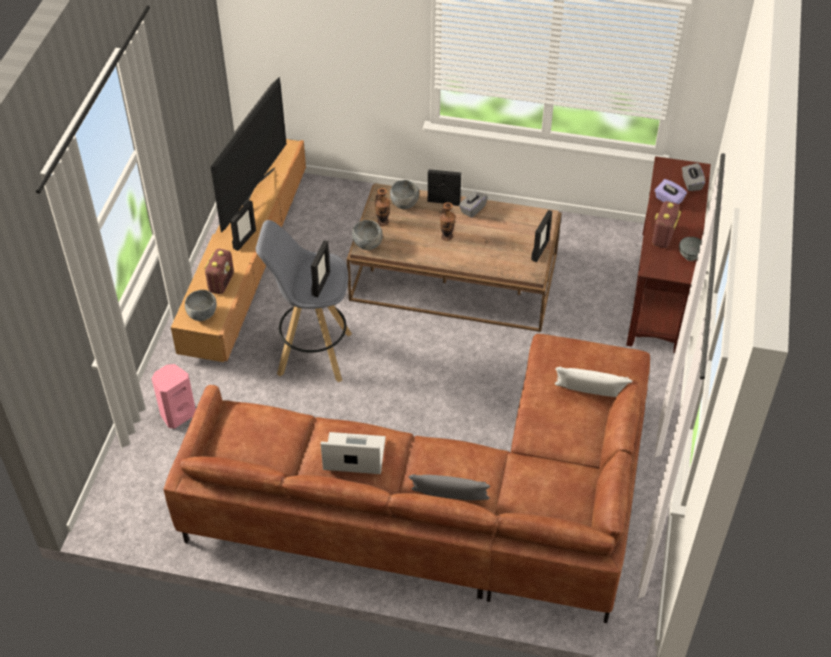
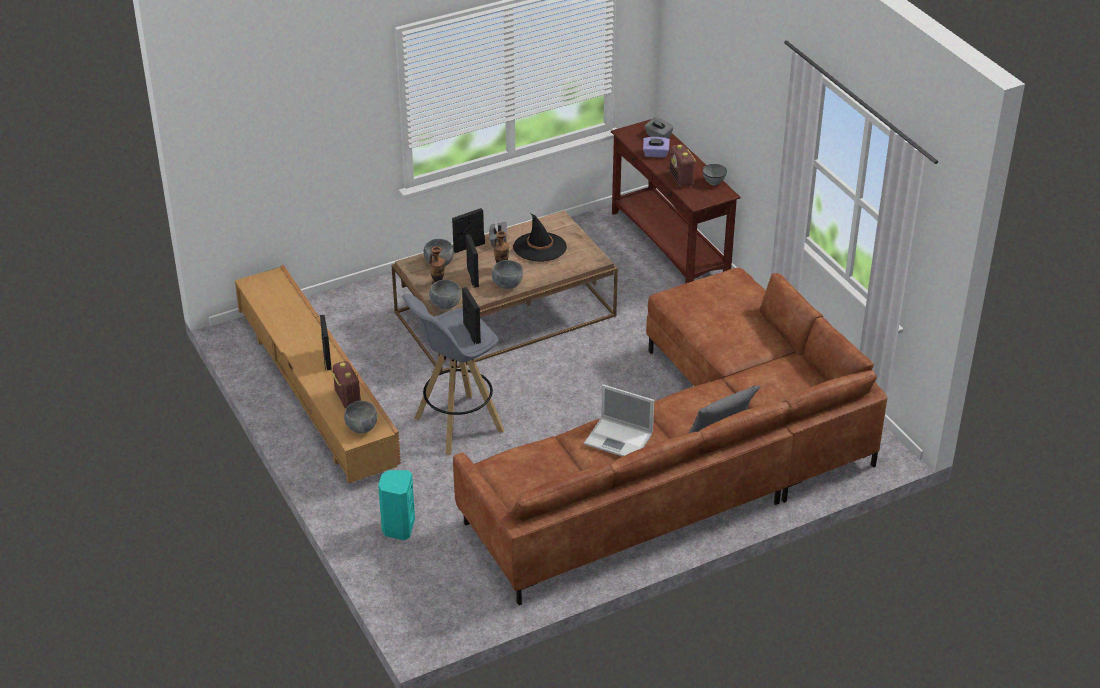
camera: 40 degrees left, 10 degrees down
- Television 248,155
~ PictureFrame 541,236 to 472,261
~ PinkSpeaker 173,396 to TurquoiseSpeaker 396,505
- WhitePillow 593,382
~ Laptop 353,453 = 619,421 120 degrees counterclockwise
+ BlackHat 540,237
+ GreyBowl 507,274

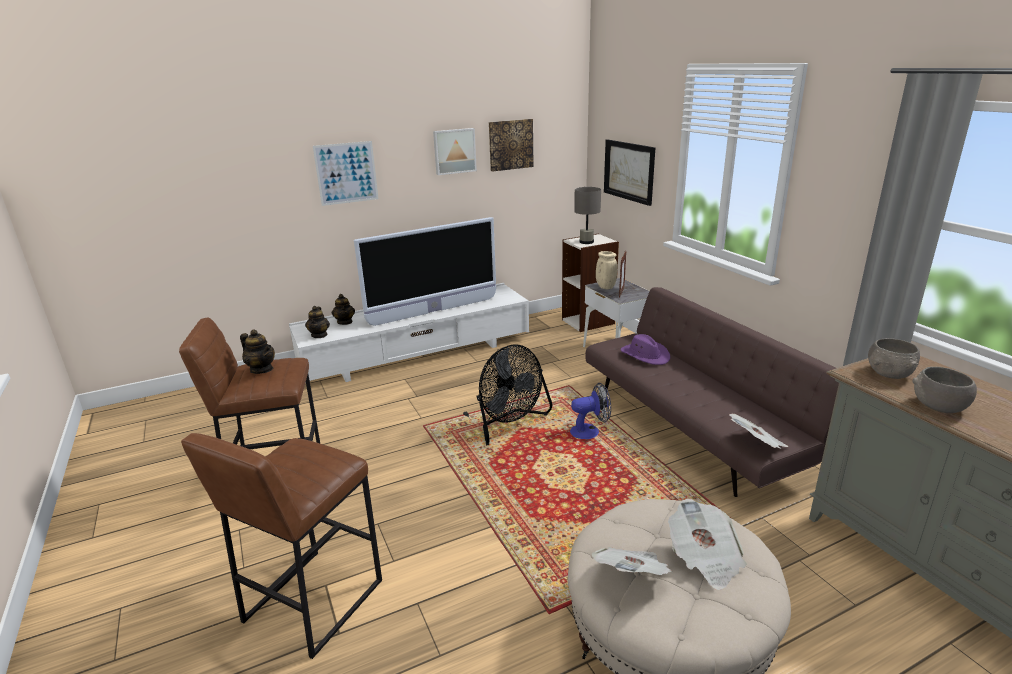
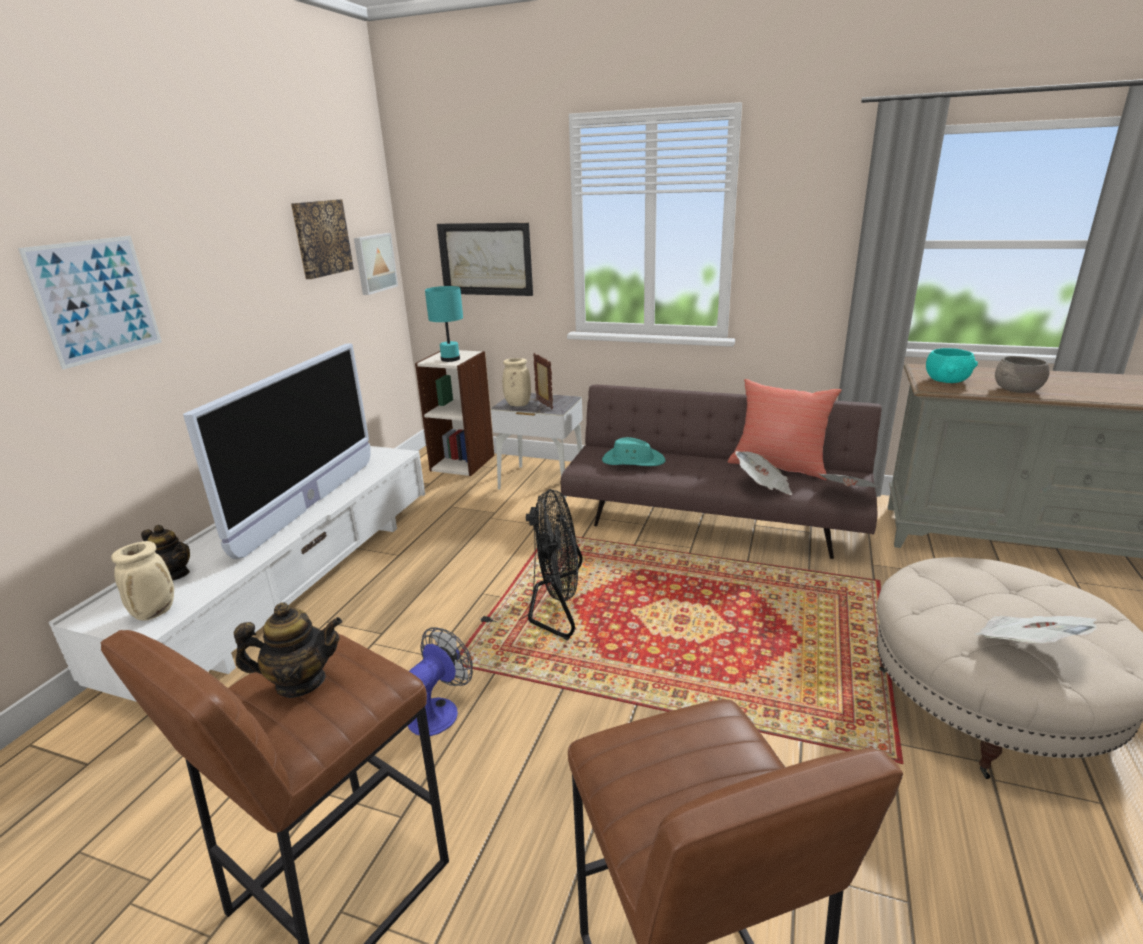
camera: 45 degrees left, 0 degrees up
~ Picture 455,151 to 376,264
~ GreyTableLamp 587,215 to TurquoiseTableLamp 444,324
~ Teapot 317,322 to BeigeVase 142,581
~ PurpleHat 645,349 to TurquoiseHat 634,451
~ GreyBowl 894,358 to TurquoiseBowl 952,365
~ Fan 590,411 to 440,681
~ Newspaper 707,544 to 764,473
+ RedPillow 785,429

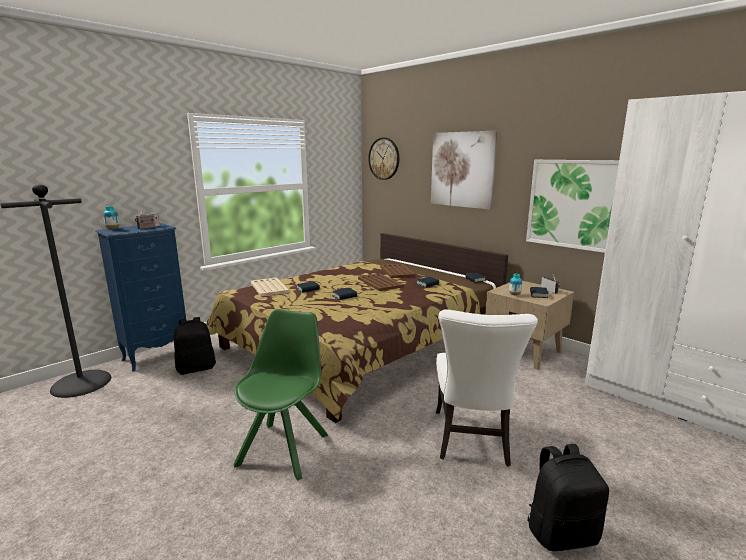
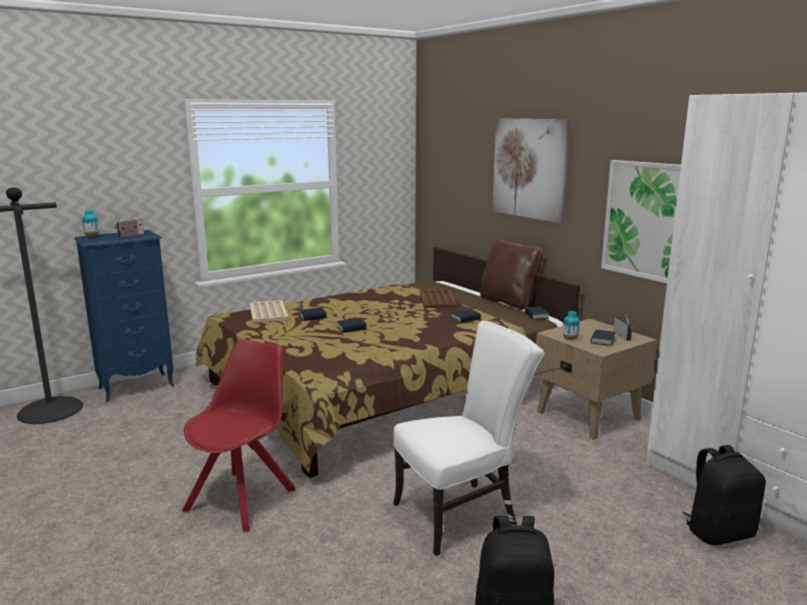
camera: 10 degrees right, 0 degrees up
- WallClock 383,159
- BrownTray 380,282
~ GreenChair 281,395 to RedChair 239,435
~ WhiteChair 487,388 = 469,438 135 degrees counterclockwise
~ BlackBackpack 195,346 to 724,495
+ BrownPillow 511,274

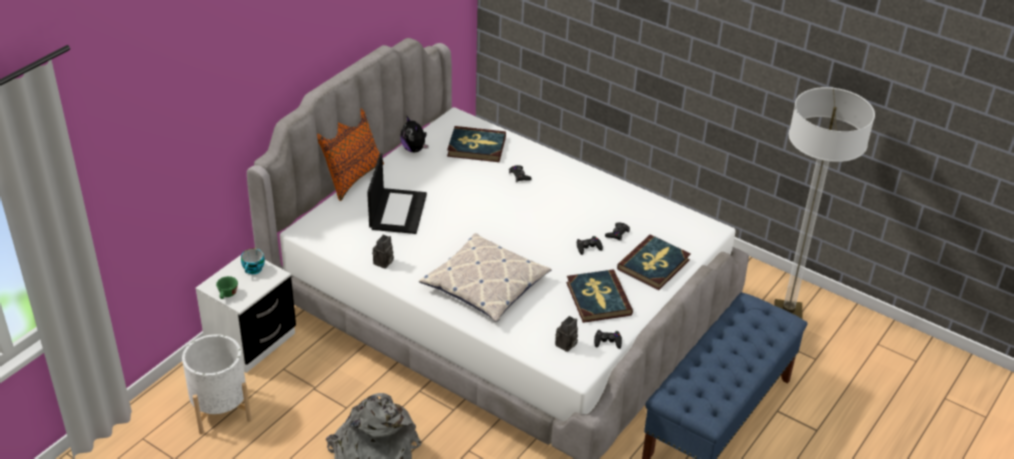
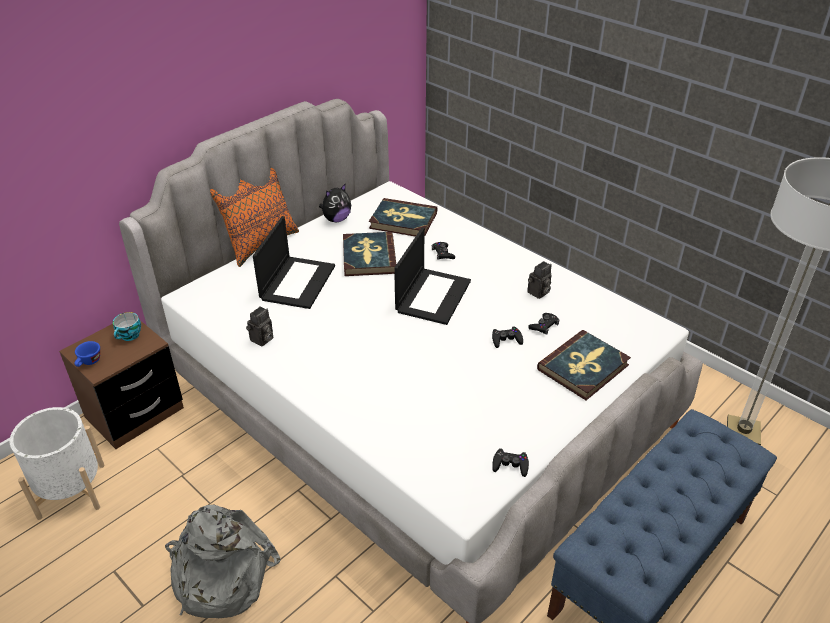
camera: 10 degrees right, 0 degrees up
~ PlushToy 414,133 = 335,203 105 degrees counterclockwise
- Pillow 485,277
~ WhiteNightstand 246,313 to BrownNightstand 121,384
~ Book 599,296 to 369,254
~ GreenCup 227,287 to BlueCup 87,354
~ PhotoCamera 566,334 to 539,280
+ Laptop 432,276

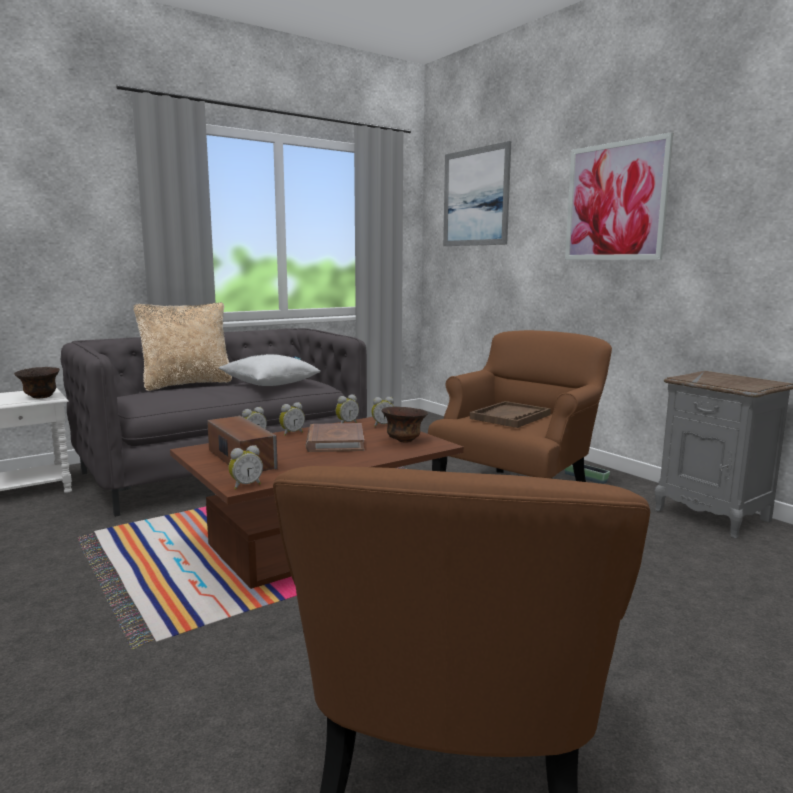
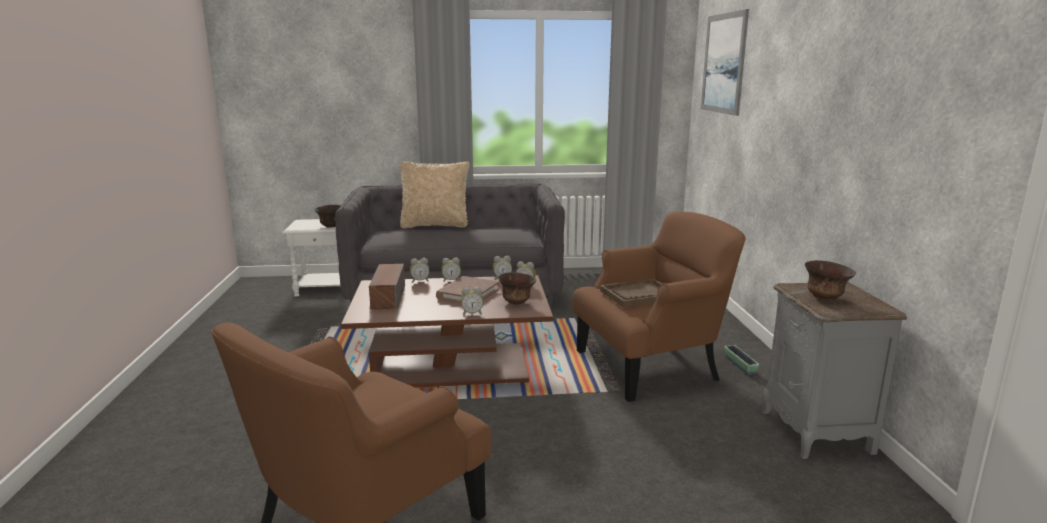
camera: 30 degrees right, 5 degrees up
- Picture 619,196
- GreyPillow 270,370
~ AlarmClock 245,467 to 472,301
+ BrownBowl 830,280

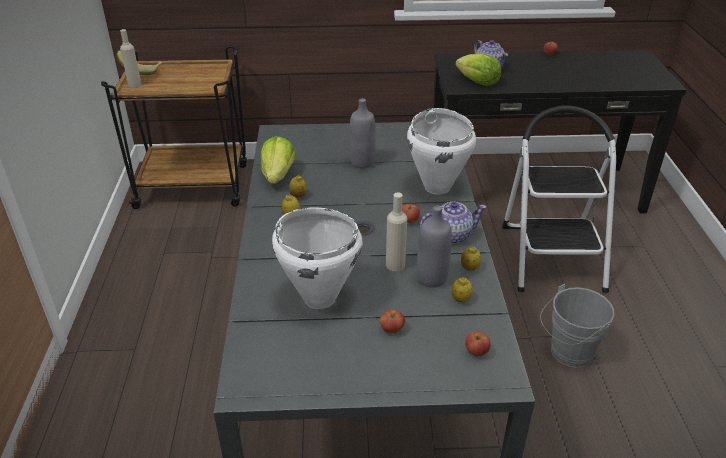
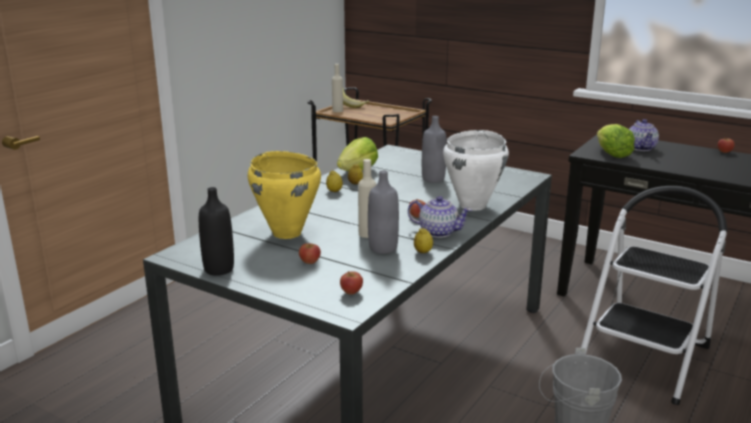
camera: 35 degrees right, 15 degrees down
~ WhiteCookingPot 317,258 to YellowCookingPot 284,195
- Lemon 462,290
+ BlackBottle 216,231

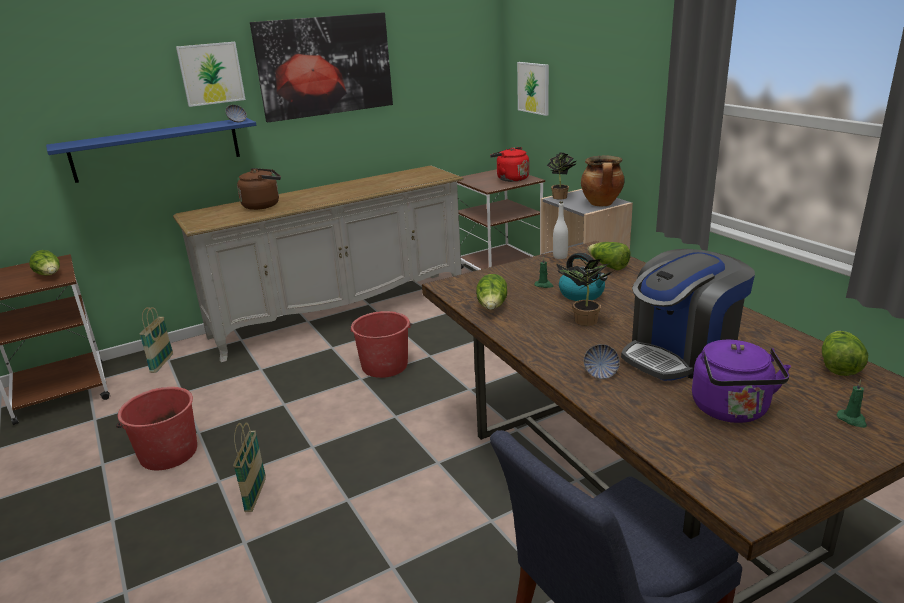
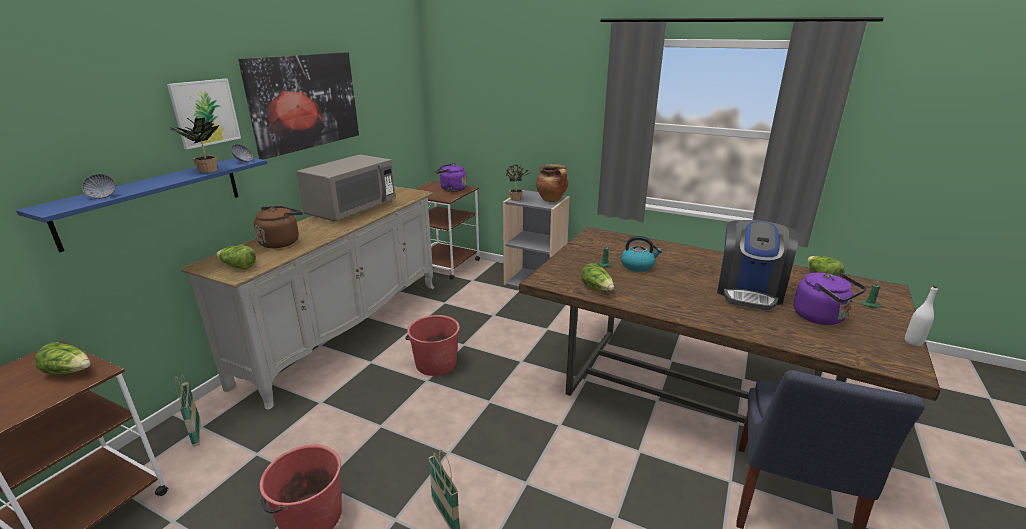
camera: 35 degrees left, 0 degrees up
- Picture 533,89
~ RedKettle 509,164 to PurpleKettle 451,177
~ WhiteBottle 560,230 to 921,315
~ Lettuce 609,256 to 236,257
~ PottedPlant 585,292 to 195,145
~ Bowl 602,361 to 99,186
+ GreyMicrowave 346,187

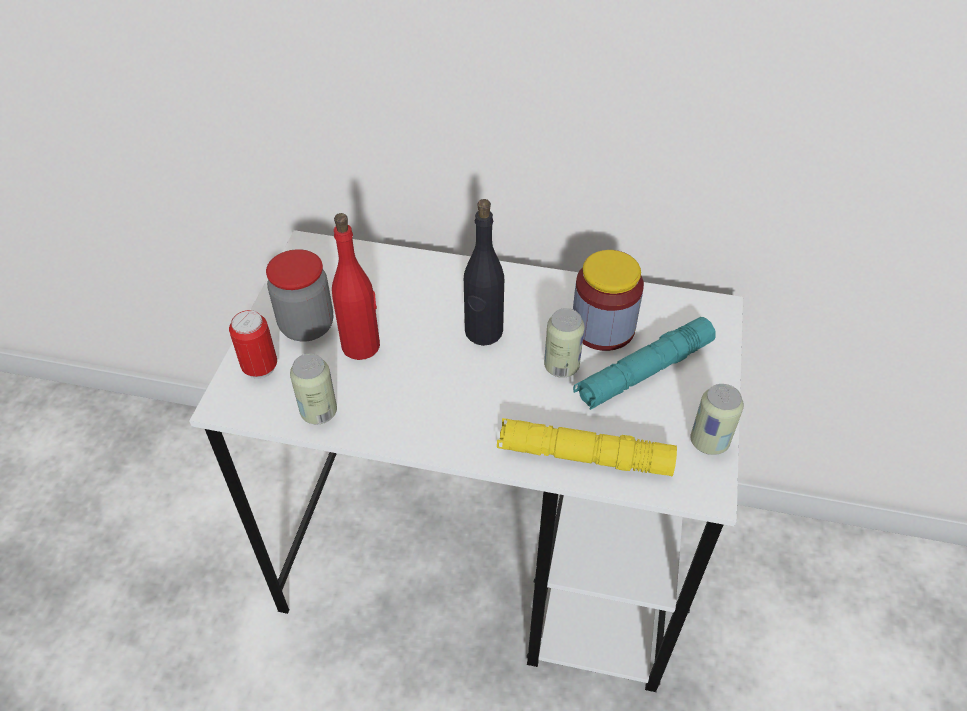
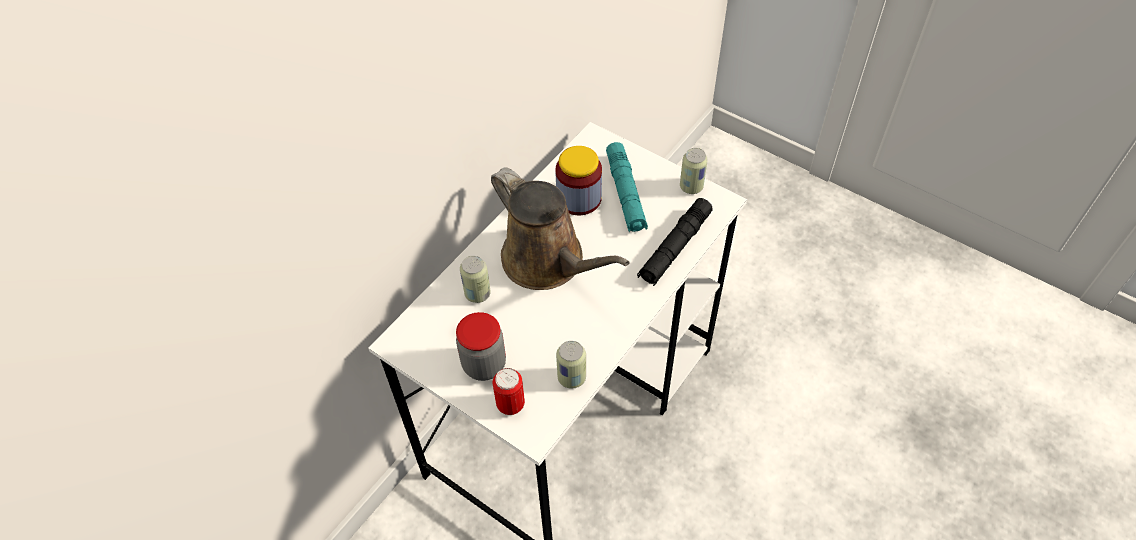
camera: 65 degrees left, 5 degrees up
~ BlackBottle 484,272 to BrownWateringCan 560,228
- RedBottle 356,286
~ Can 564,343 to 475,279
~ YellowFlashlight 587,447 to BlackFlashlight 675,242

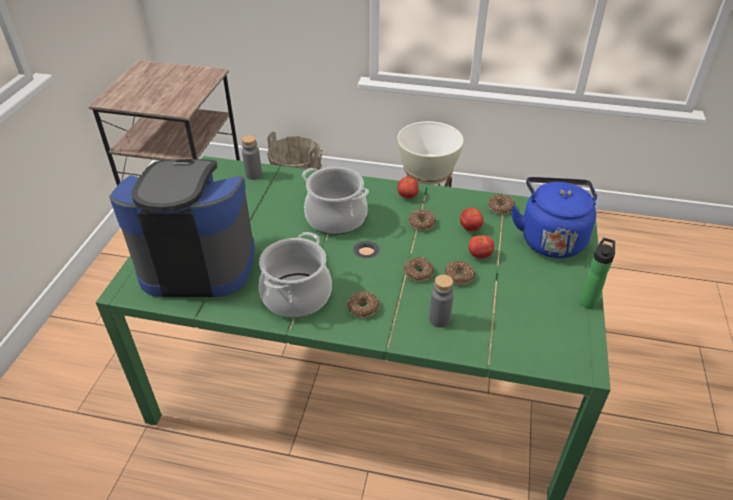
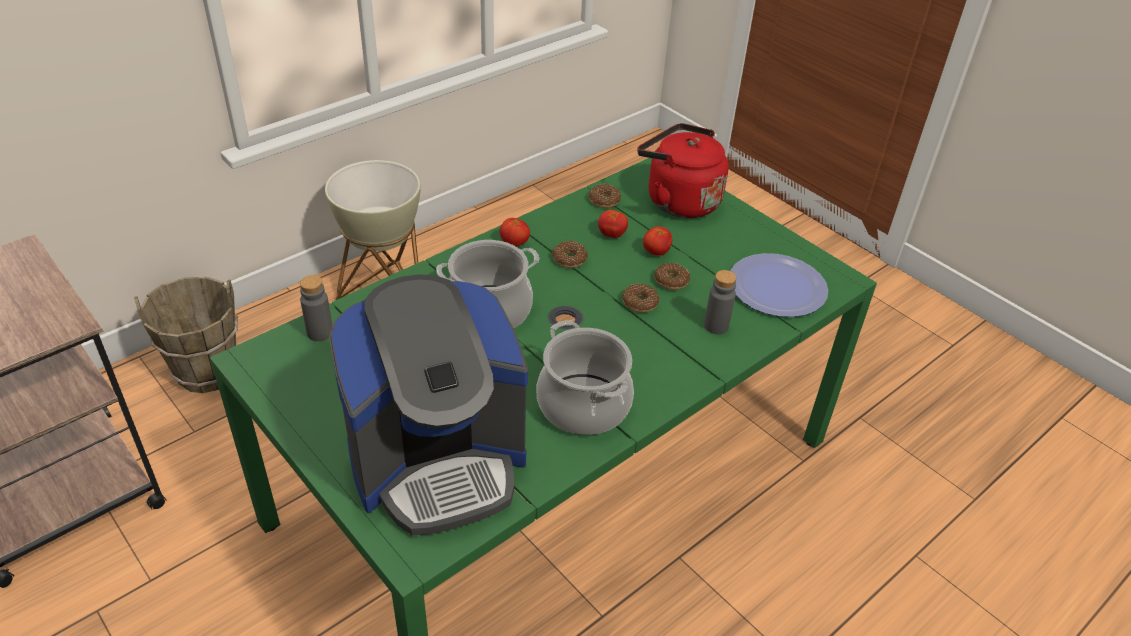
camera: 55 degrees left, 0 degrees up
~ CoffeeMachine 182,228 = 428,405 150 degrees counterclockwise
~ BlueKettle 554,217 to RedKettle 683,170
- Bottle 597,273
- Donut 363,304
+ Plate 779,285

